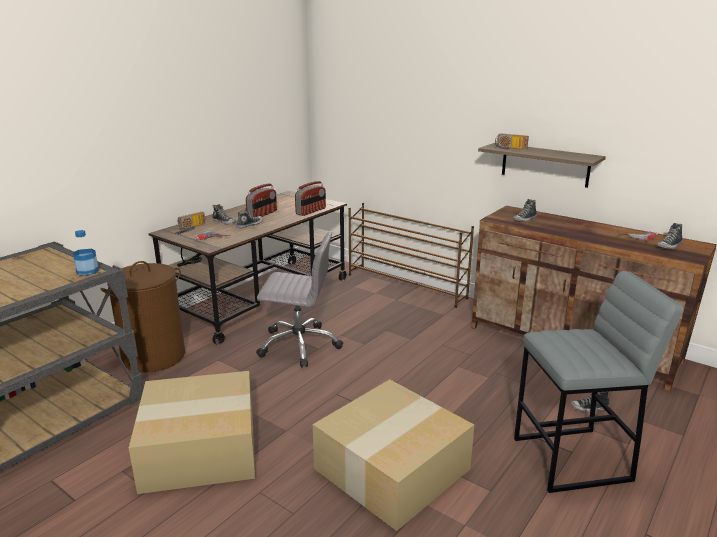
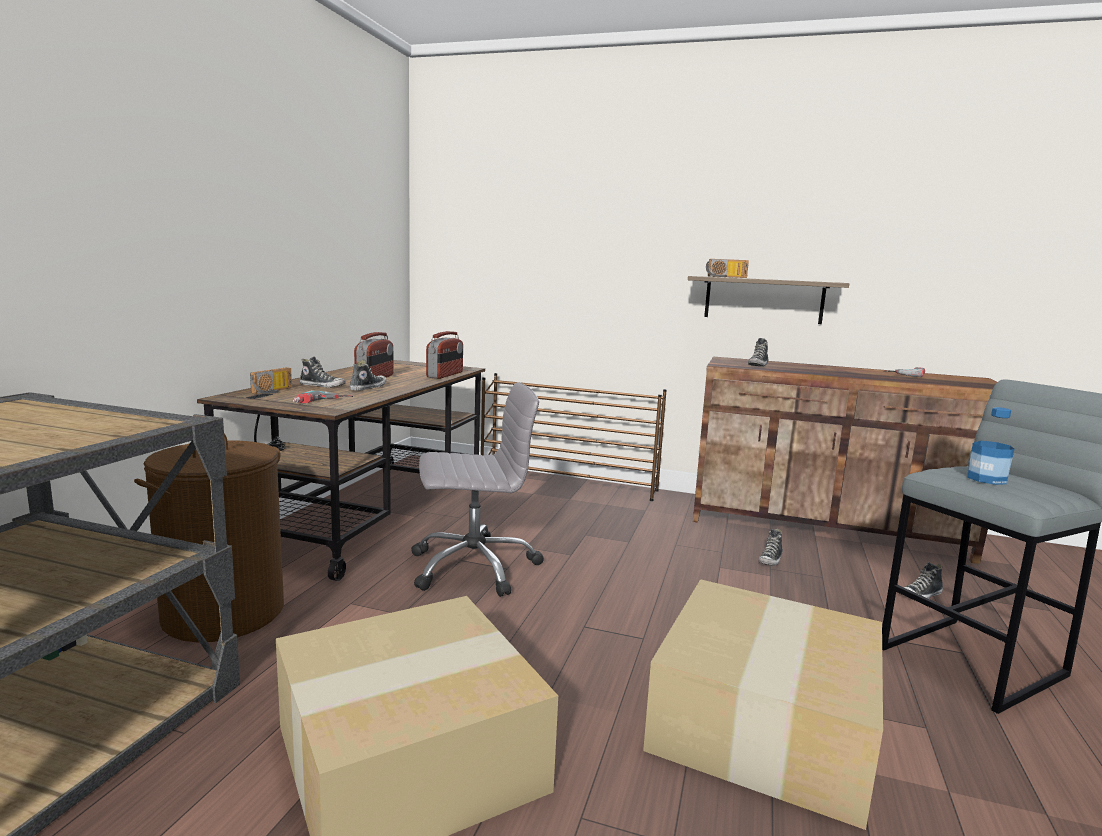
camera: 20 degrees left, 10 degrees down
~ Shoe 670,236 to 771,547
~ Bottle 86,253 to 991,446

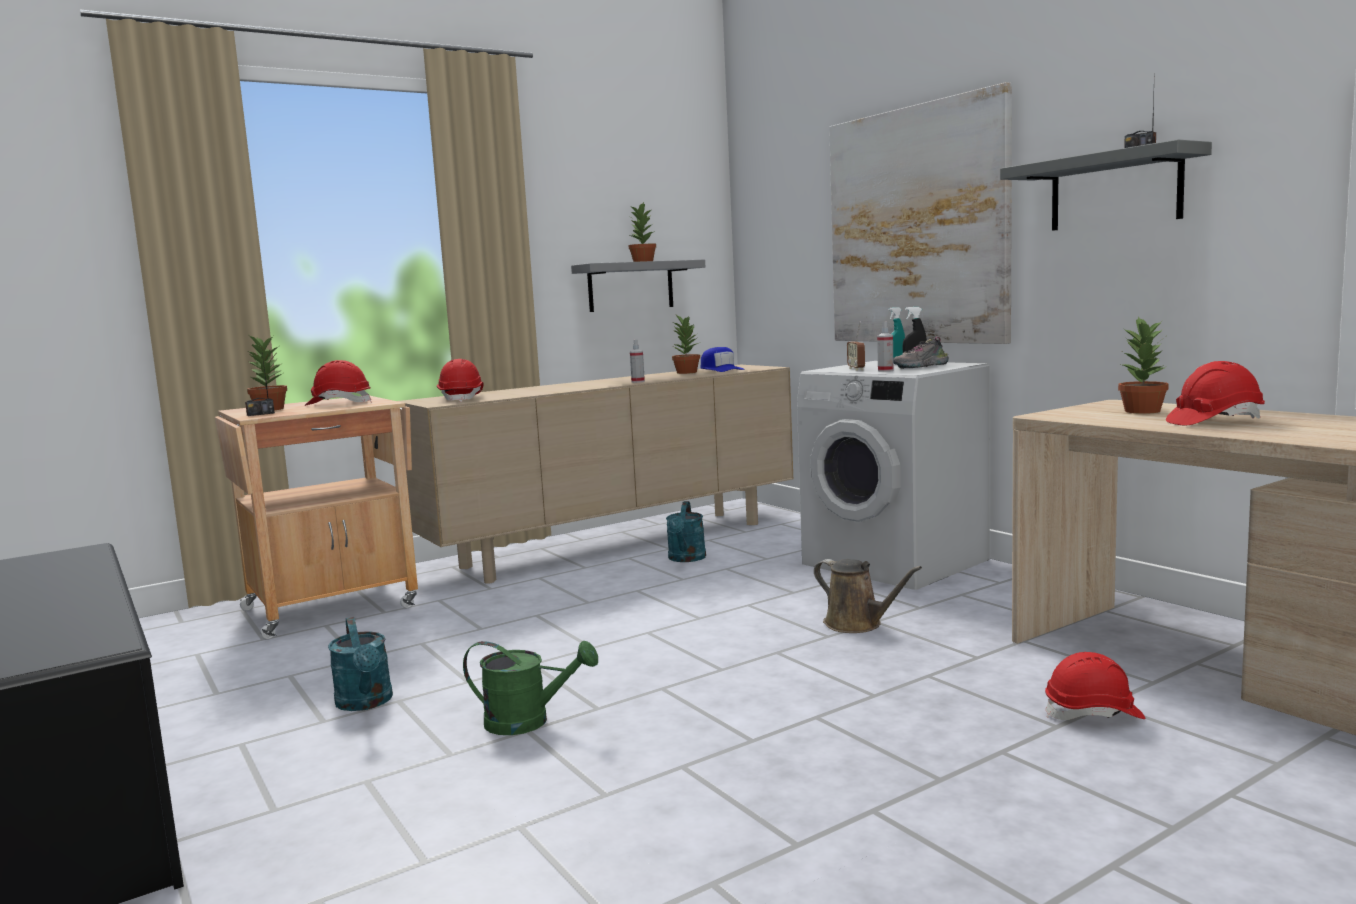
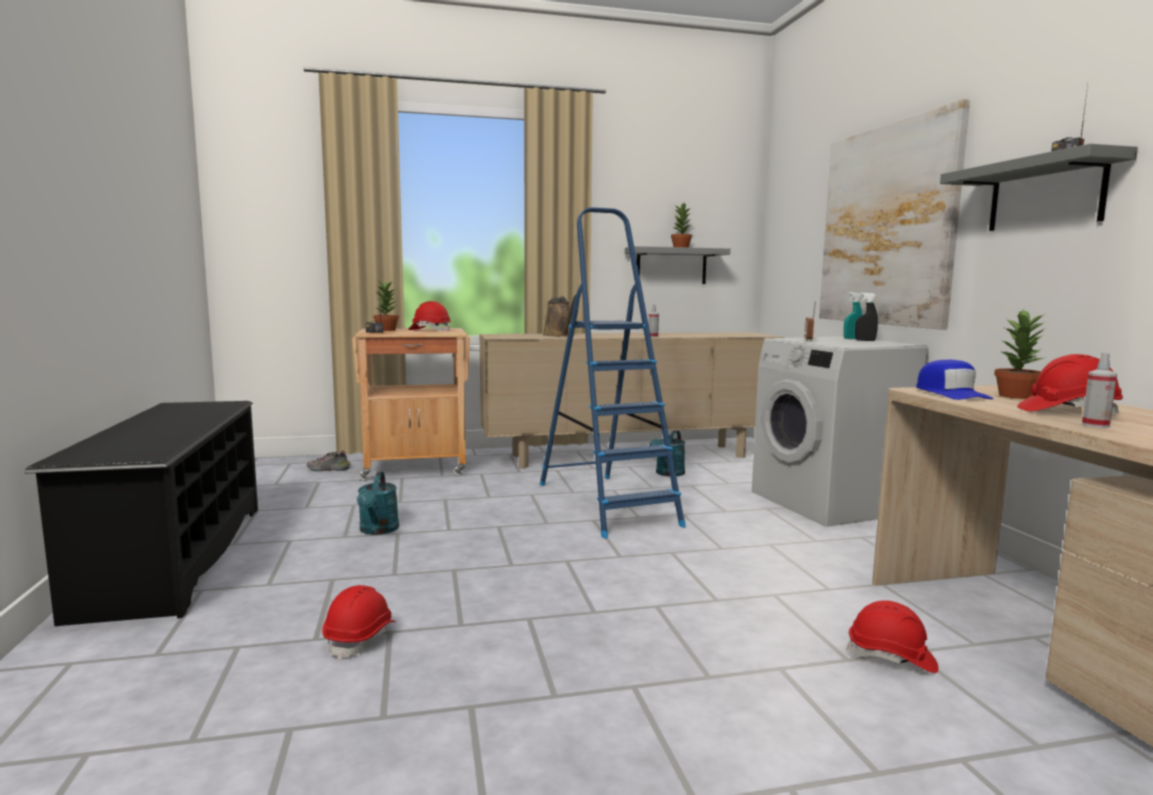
camera: 20 degrees right, 0 degrees up
- PottedPlant 686,344
~ SprayBottle 885,347 to 1099,390
~ Shoe 921,353 to 329,460
~ BlueCap 723,359 to 955,380
~ RedHardHat 460,380 to 359,622
~ BrownWateringCan 868,596 to 559,315
- GreenWateringCan 530,688
+ BlueStepLadder 613,372

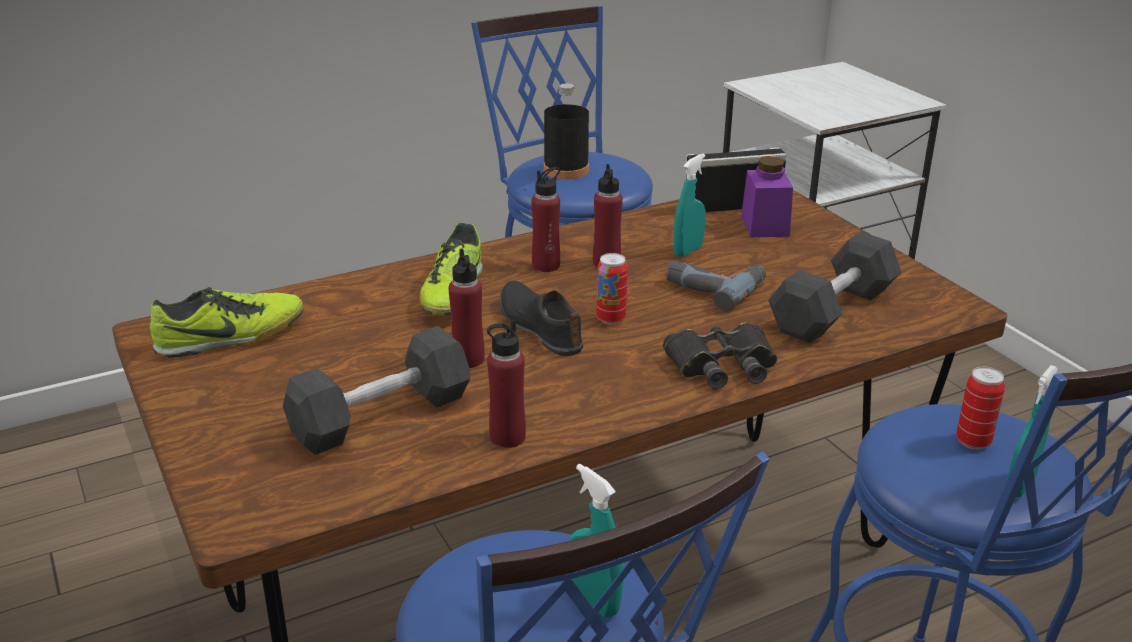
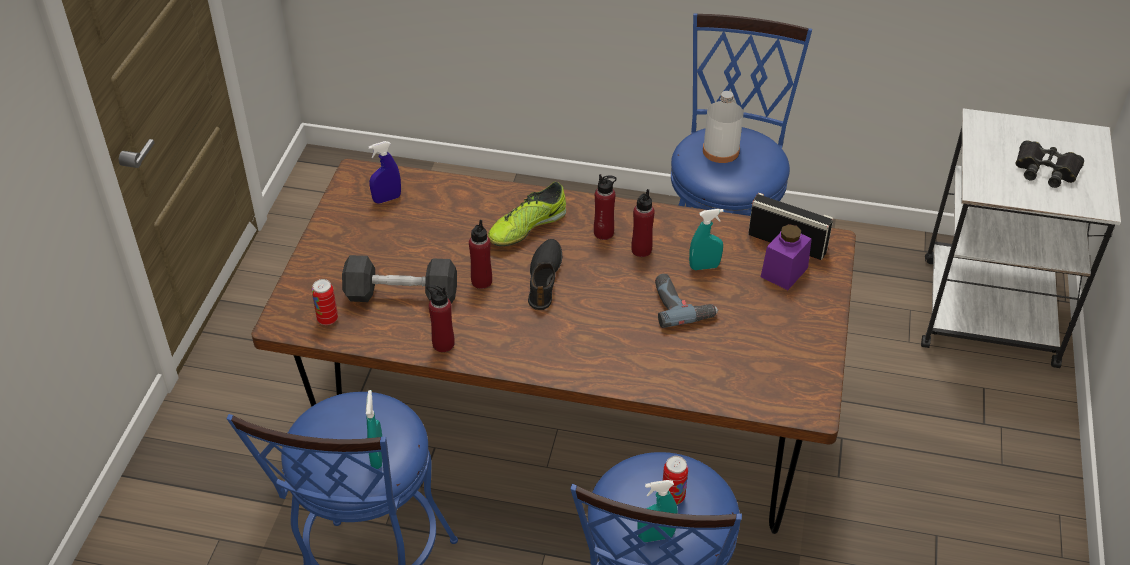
camera: 40 degrees right, 15 degrees up
~ BlackBottle 566,131 to WhiteBottle 723,127
- BlackDumbbell 834,288
~ Can 612,289 to 325,302
~ Shoe 226,322 to BlueSprayBottle 384,172
~ BlackBinoculars 720,356 to 1050,164

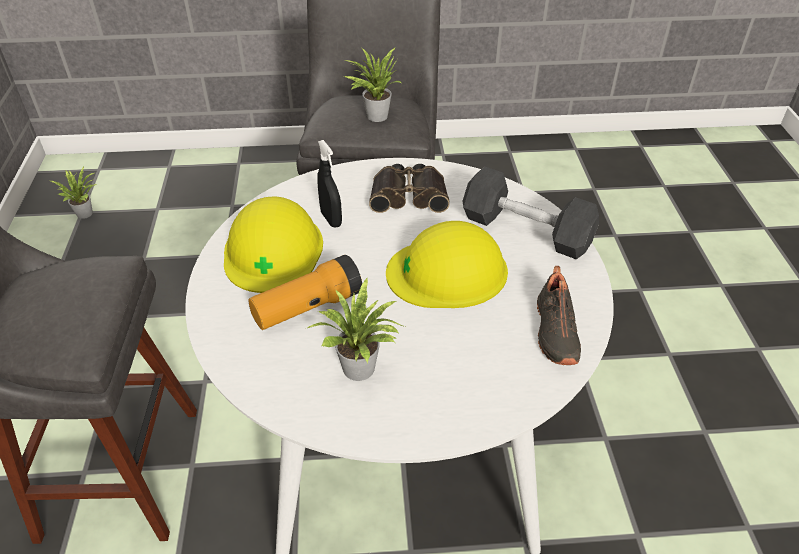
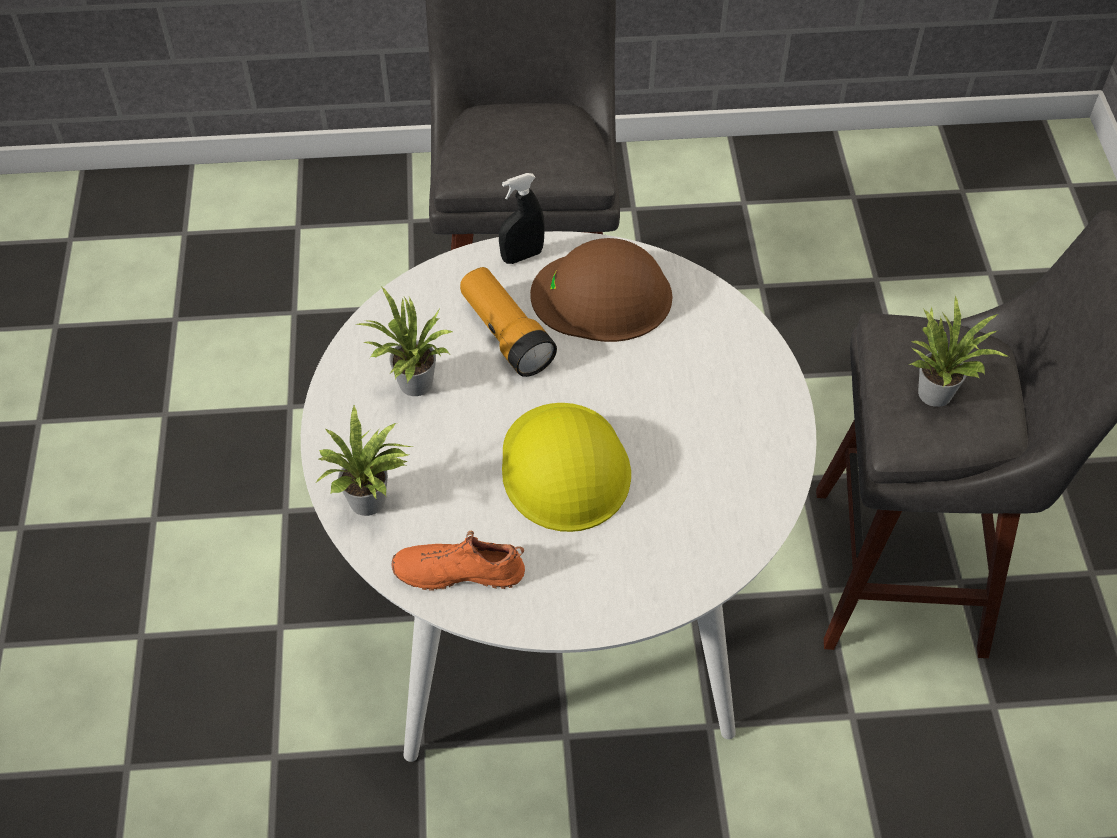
camera: 90 degrees right, 10 degrees up
~ BlackSprayBottle 330,184 to 522,218
- Binoculars 409,188
- GreyDumbbell 531,212
~ PottedPlant 74,193 to 364,460
~ YellowHardHat 273,244 to BrownHardHat 601,290
~ BlackShoe 559,315 to OrangeShoe 458,560

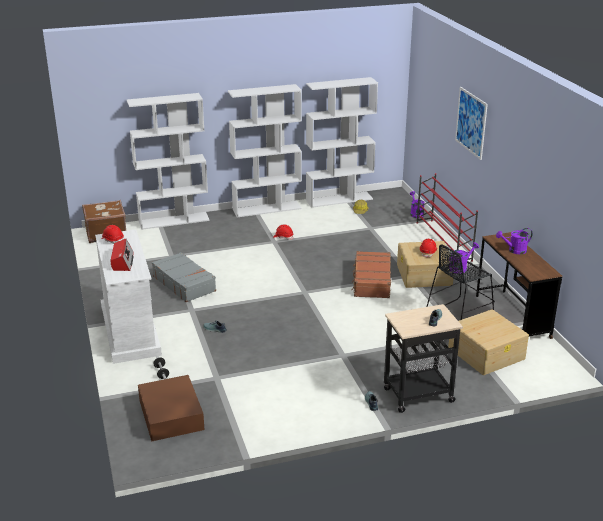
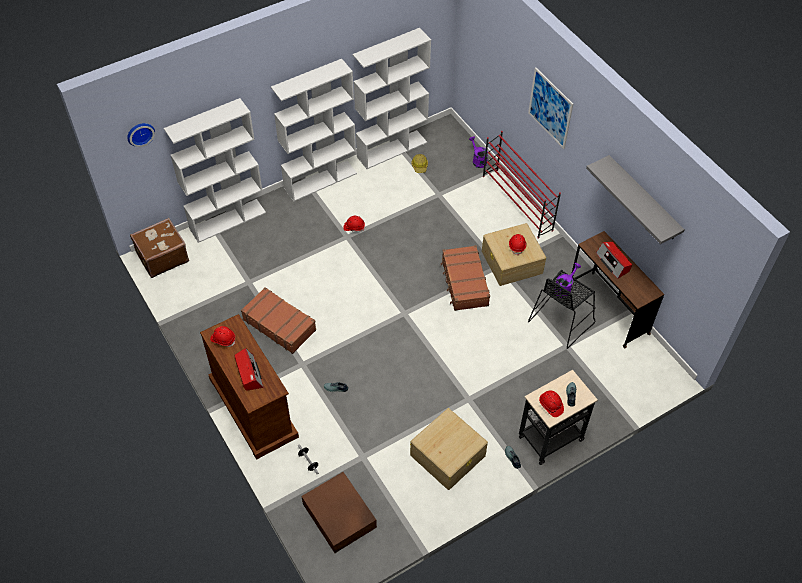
camera: 15 degrees left, 25 degrees up
~ PurpleWateringCan 514,241 to Radio 614,260
~ WhiteDresser 128,296 to BrownDresser 249,387
~ GreySuitcase 184,277 to BrownSuitcase 278,320
~ BeigeStorageBox 488,342 to 449,449
+ WallClock 141,135
+ GreyShelf 635,199
+ RedHardHat 551,404

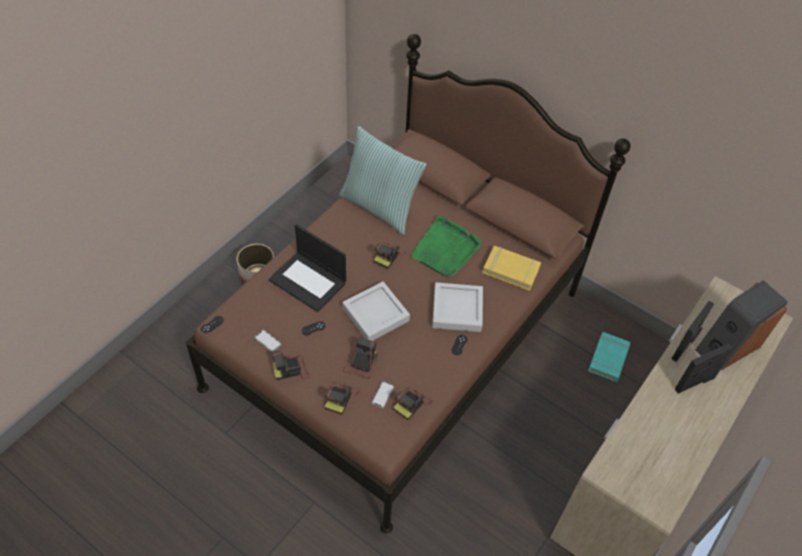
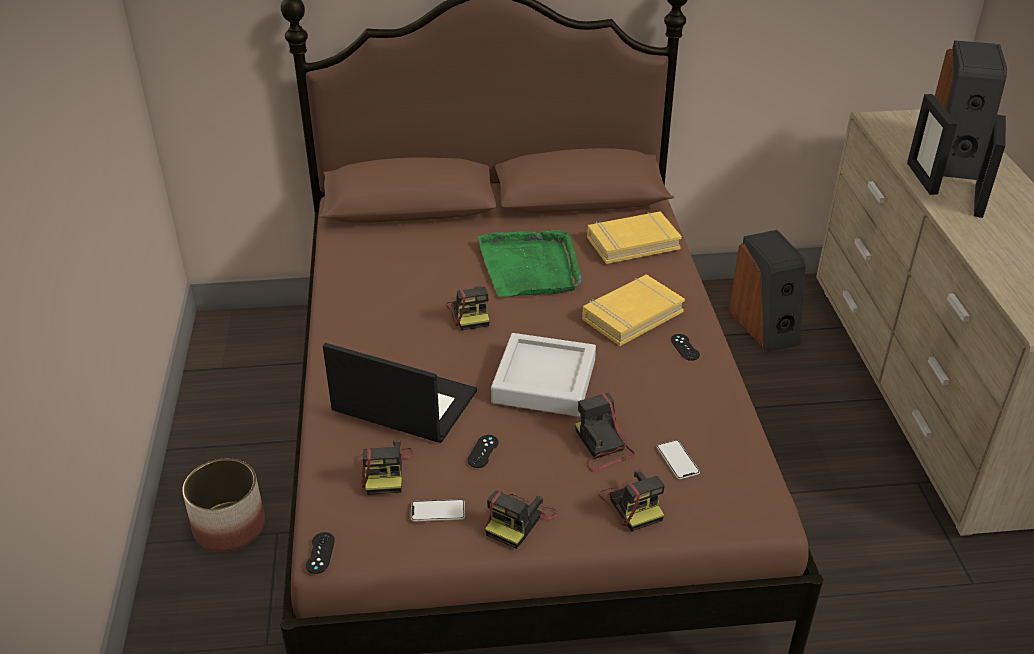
camera: 40 degrees left, 15 degrees down
- Pillow 383,180
~ Laptop 307,268 = 400,393 150 degrees counterclockwise
~ GreyTray 457,307 to YellowBook 633,310
~ TurquoiseBook 609,357 to Speaker 767,291
~ PhotoCamera 412,403 to 387,467

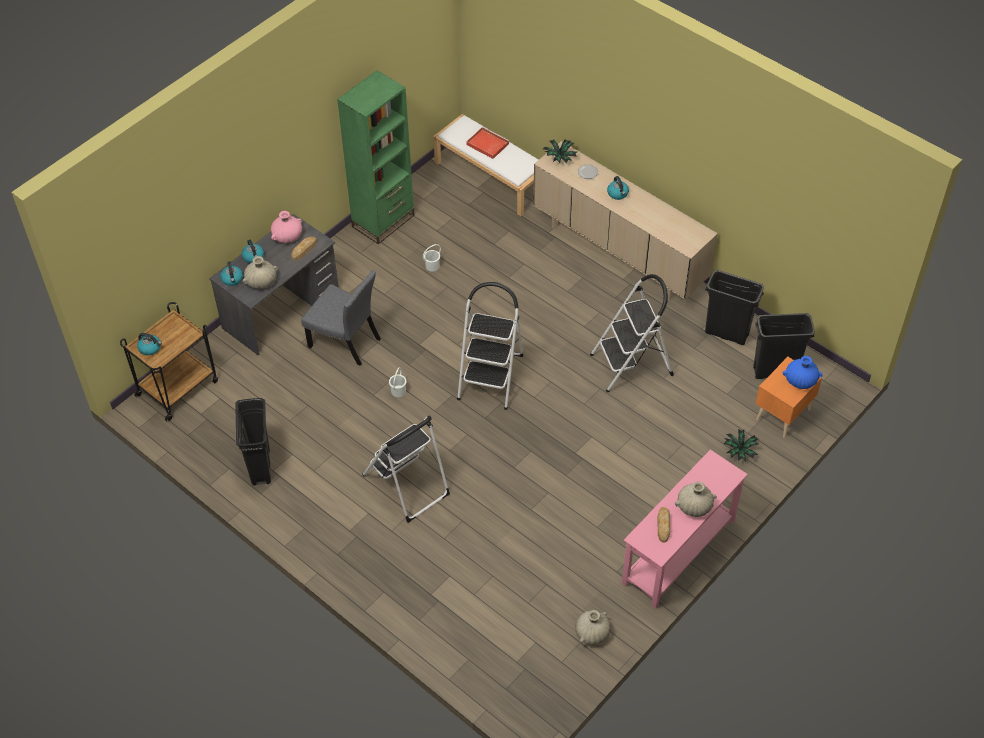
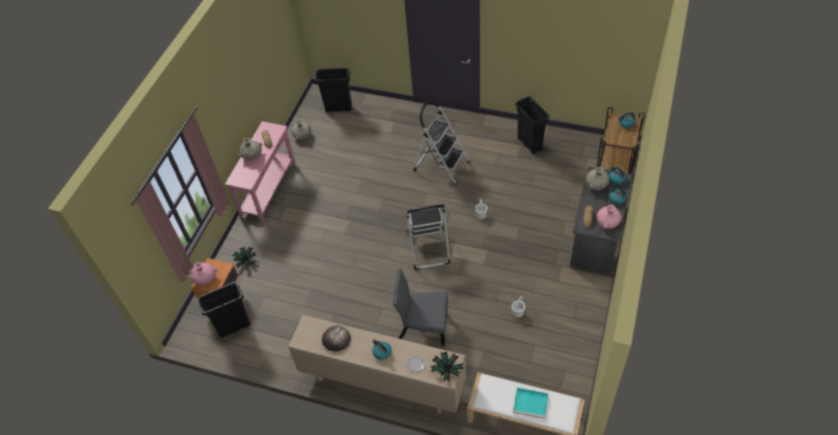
camera: 160 degrees right, 0 degrees up
- GreenBookcase 376,157
~ RedTray 488,143 to TurquoiseTray 531,403
~ GreyChair 341,318 to 420,307
~ BlackTrashCan 734,307 to 333,90
- StepLadder 632,333
~ BlueVase 803,372 to PinkVase 203,273
+ Bread 336,338

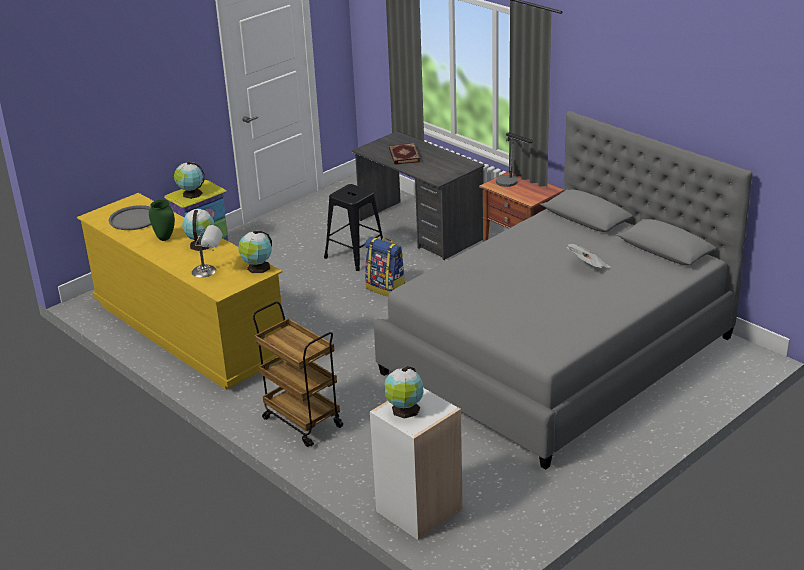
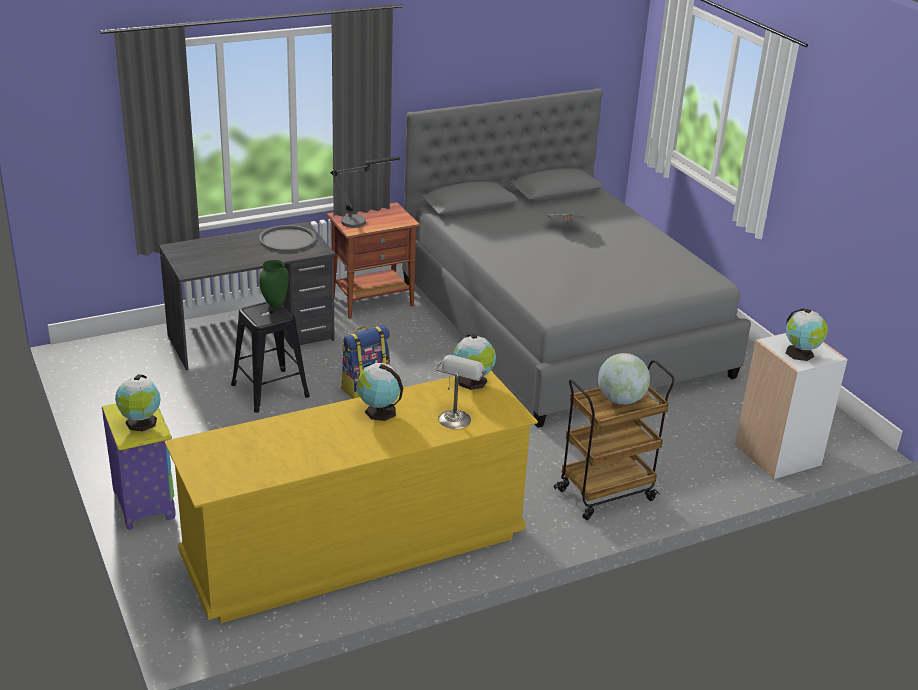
camera: 75 degrees left, 0 degrees up
- Book 404,154
~ GreenVase 162,220 to 274,284
~ GreyTray 130,217 to 287,238
+ Globe 624,379

